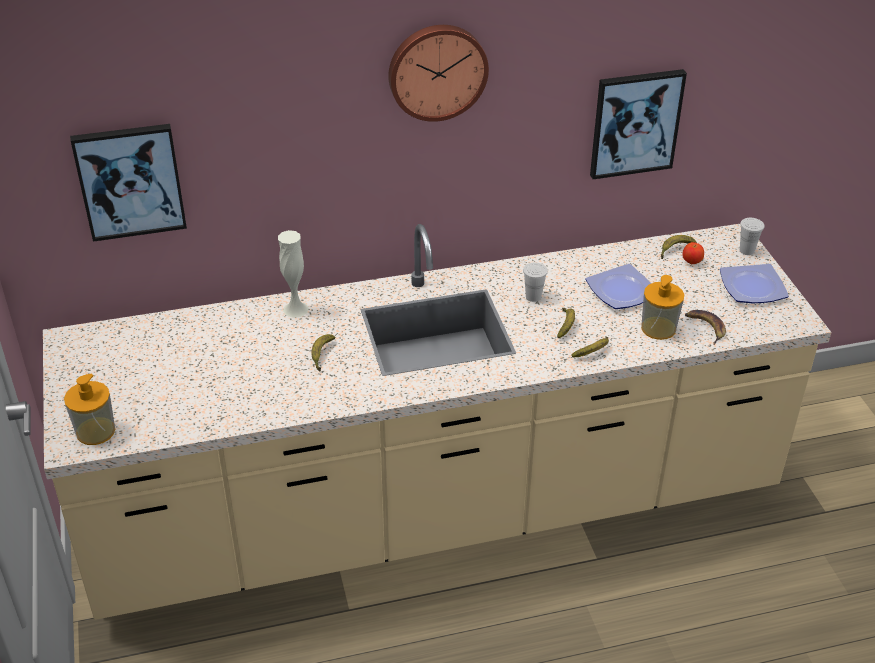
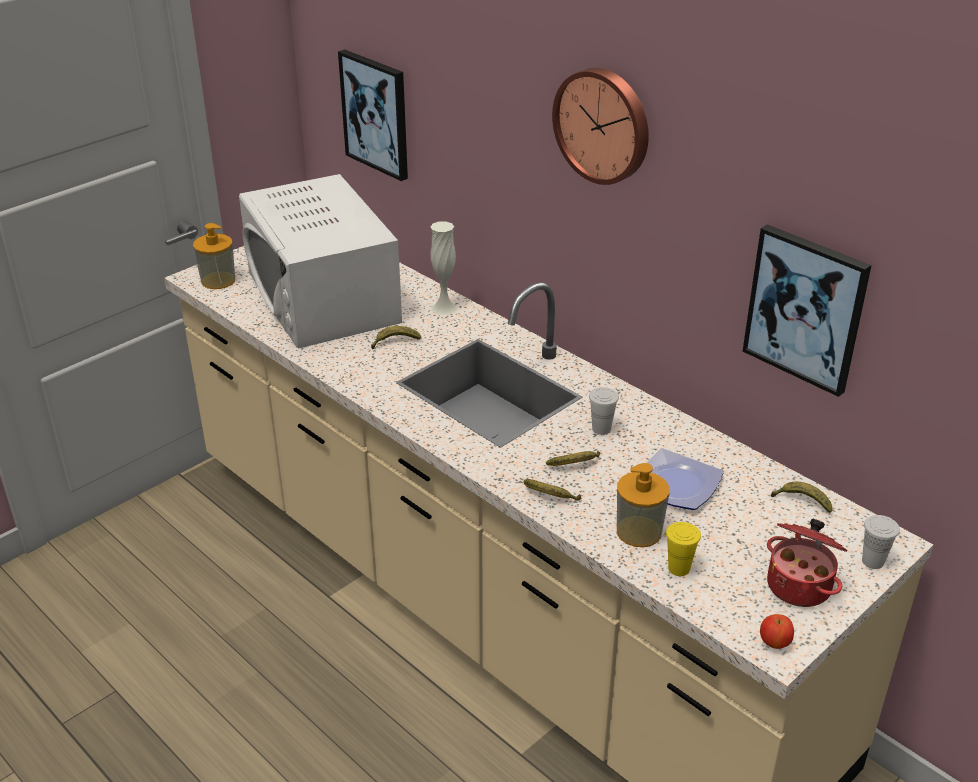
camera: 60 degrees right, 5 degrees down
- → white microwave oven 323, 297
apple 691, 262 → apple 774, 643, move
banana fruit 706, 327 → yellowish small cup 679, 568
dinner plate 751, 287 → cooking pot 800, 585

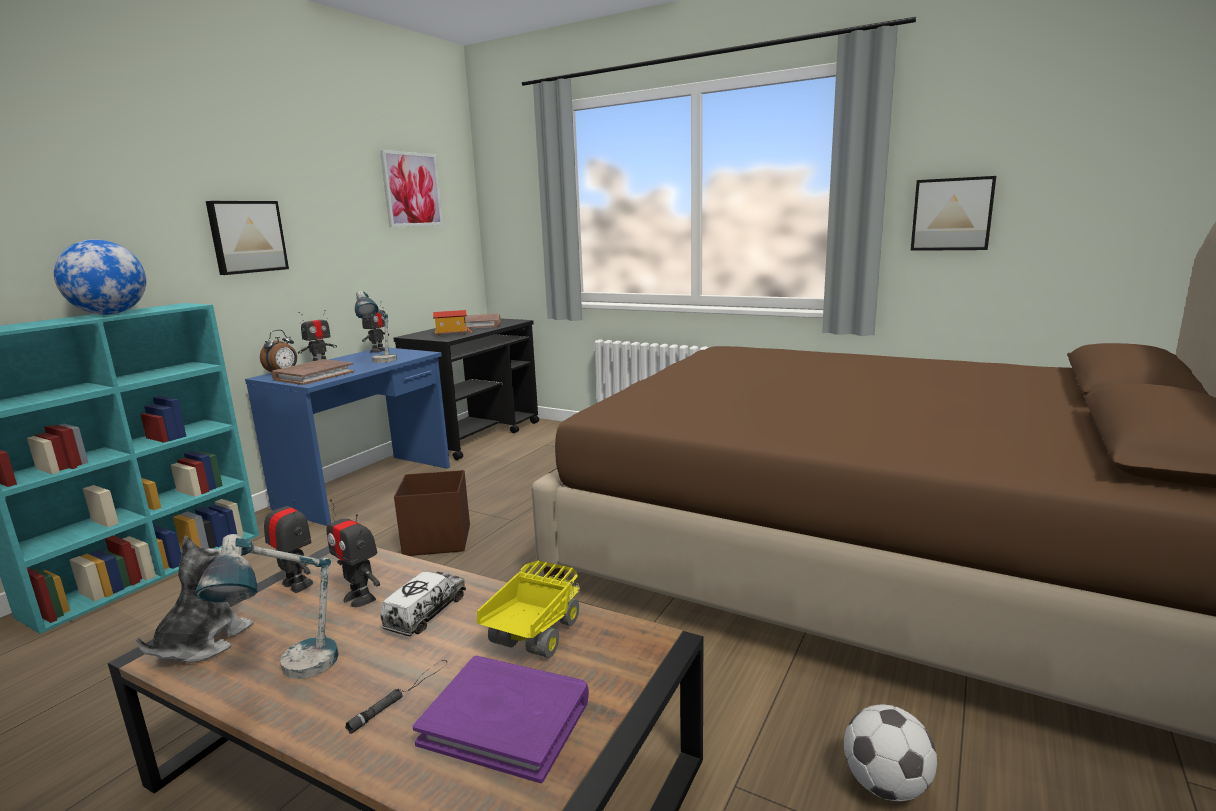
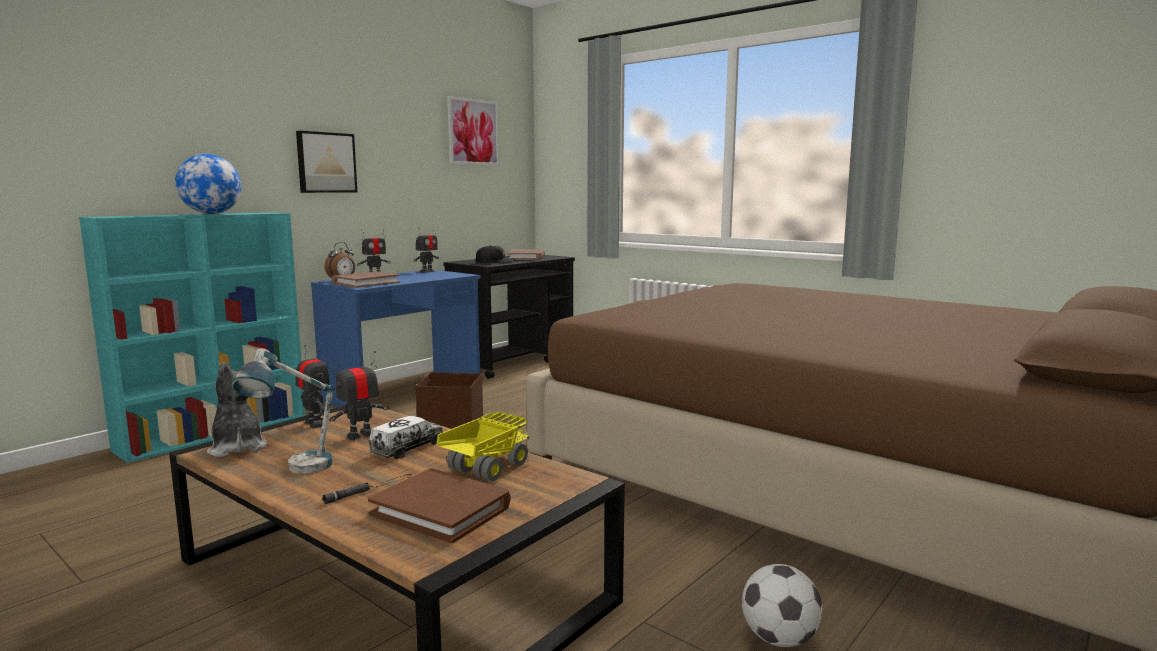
camera: 10 degrees right, 5 degrees down
table lamp 380, 362 → -
wall art 952, 214 → -
model house 452, 334 → blackish peaked cap 495, 262
purple-coloured book 506, 720 → brown book 441, 510
soft toy 203, 642 → soft toy 237, 448, 60 degrees counterclockwise
robot figure 360, 598 → robot figure 360, 435, 90 degrees clockwise

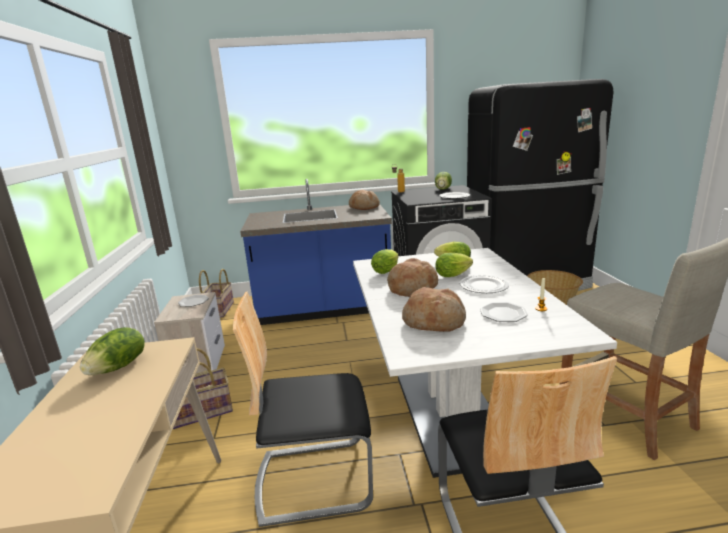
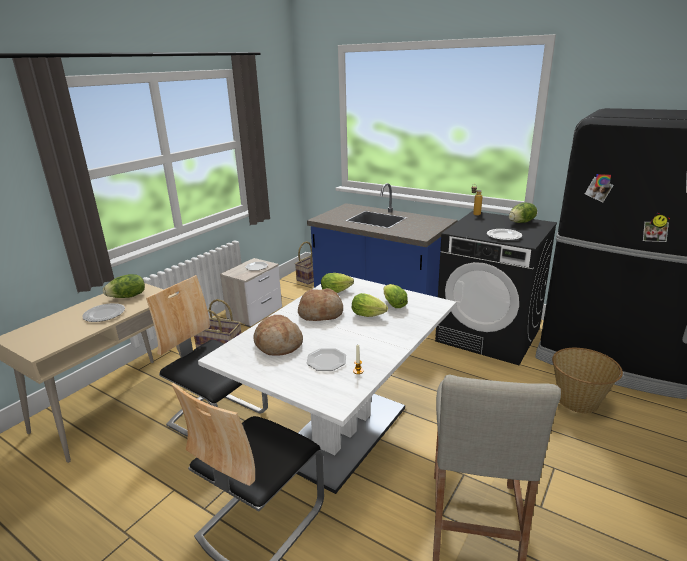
camera: 40 degrees right, 5 degrees up
bread 364, 207 → -
dinner plate 484, 286 → dinner plate 105, 314, move

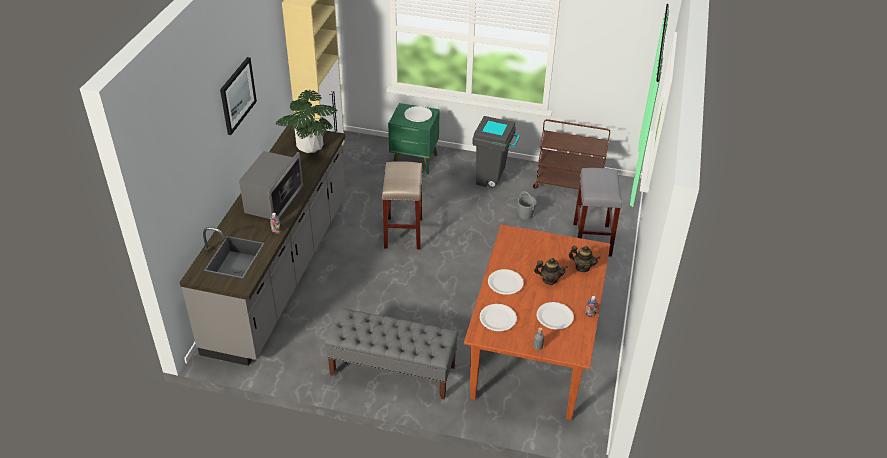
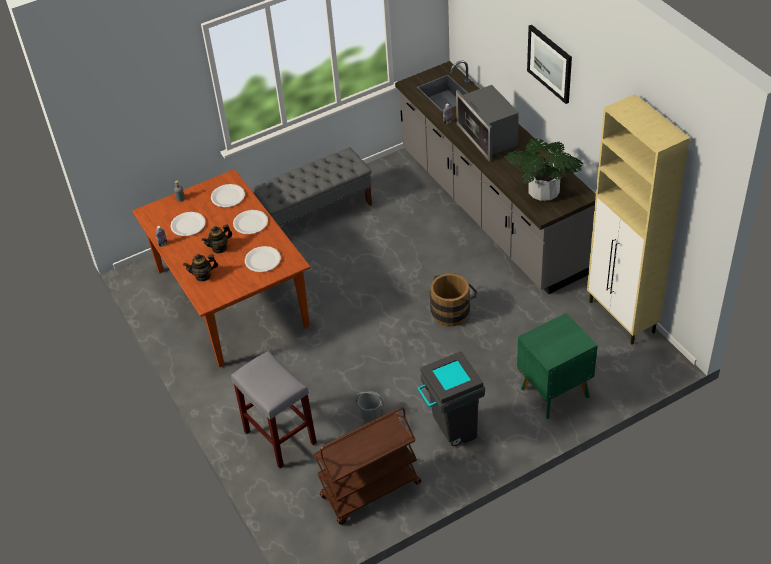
camera: 140 degrees right, 5 degrees up
white dinner plate 418, 115 → white dinner plate 262, 260, move
sand-coloured stool 403, 232 → brown pail 453, 311

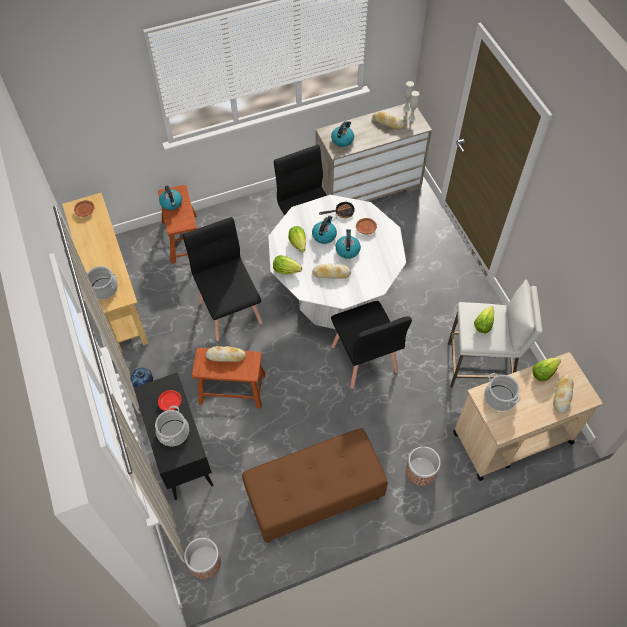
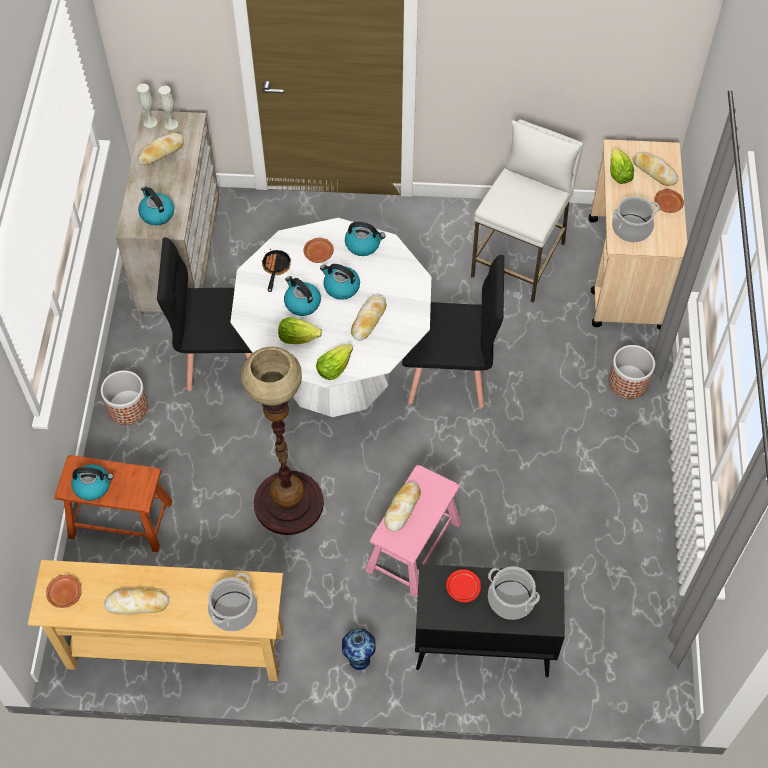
camera: 65 degrees left, 0 degrees up
brown long seat 314, 497 → -
lettuce 483, 324 → -
- → bread 137, 604
- → tea kettle 363, 244
- → brown dinner plate 668, 205
flower pot 204, 562 → flower pot 128, 408, move
blackish plain chair 230, 311 → standard lamp 288, 503
brown stool 232, 388 → pinkish stool 413, 546

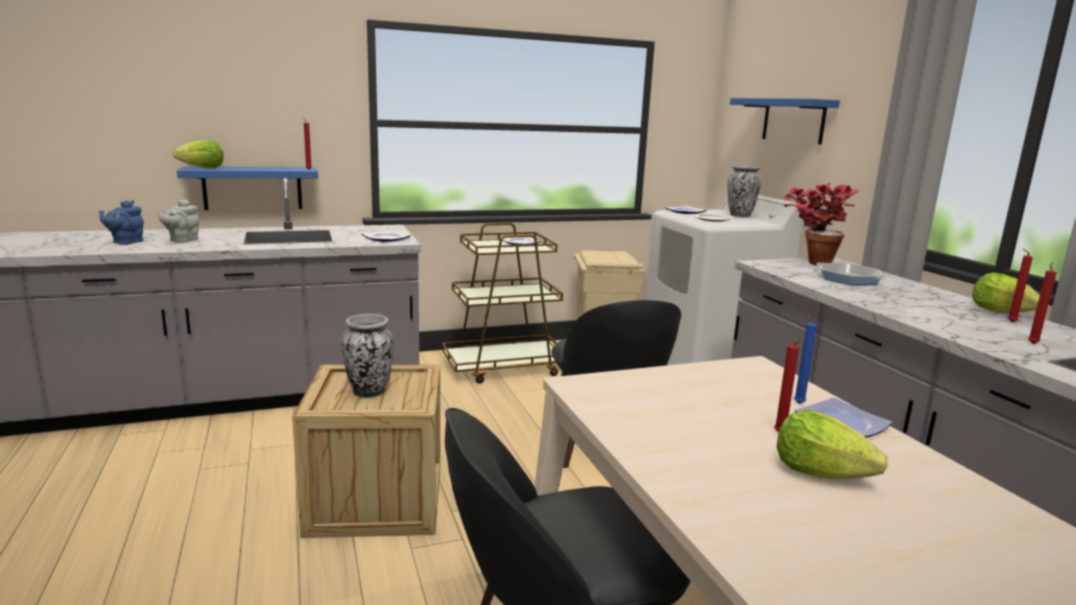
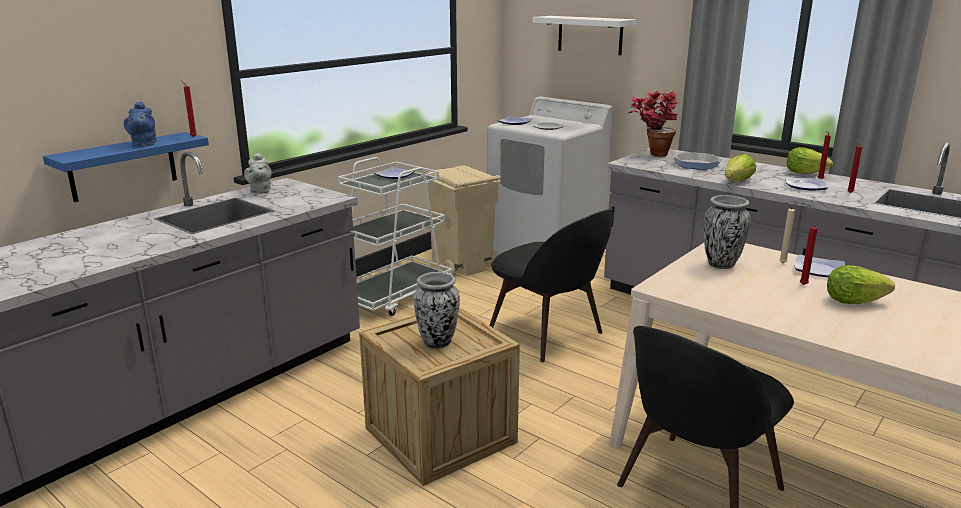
camera: 30 degrees left, 5 degrees up
bluish tea pot 126, 242 → bluish tea pot 144, 144, move
greyish tea pot 182, 240 → greyish tea pot 260, 191, move
lettuce 203, 168 → lettuce 737, 181, move
dinner plate 385, 239 → dinner plate 804, 186, move
flower vase 740, 215 → flower vase 721, 264, move
brown wheeled cart 504, 367 → white wheeled cart 395, 295
bluish shelf 793, 120 → white shelf 590, 35
bluish wax candle 798, 403 → sand-coloured wax candle 781, 263

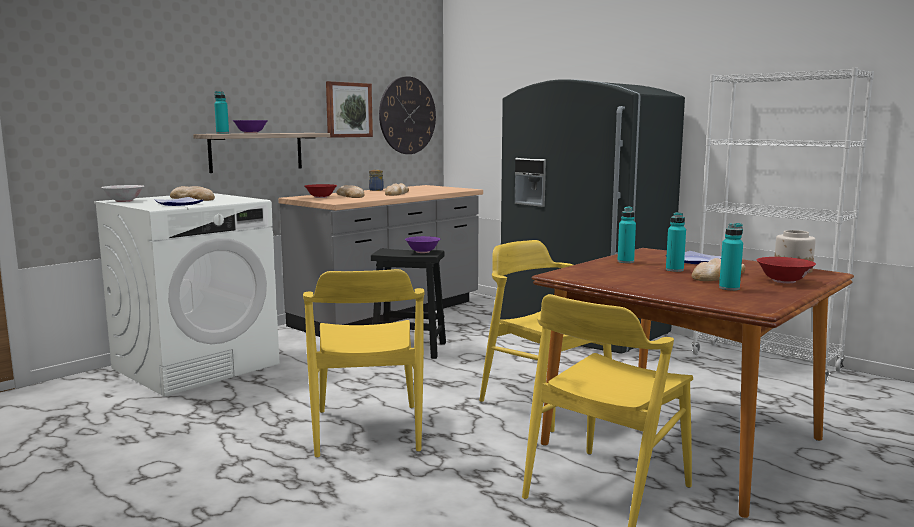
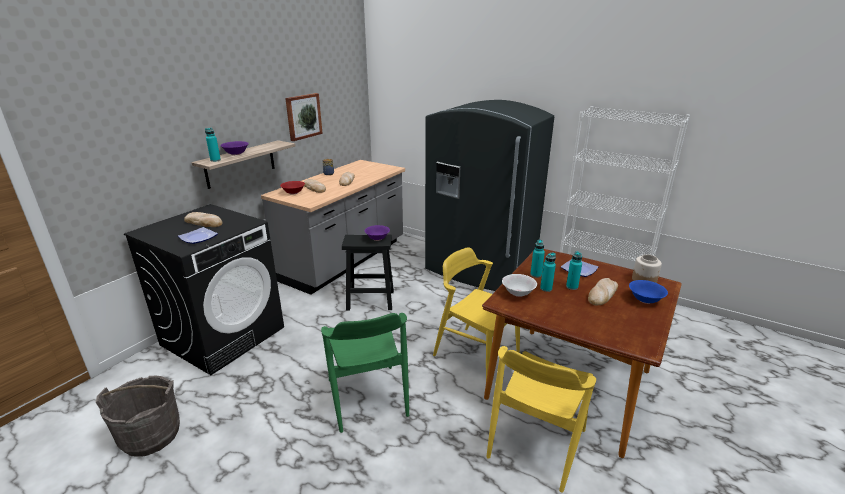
camera: 10 degrees left, 15 degrees up
hanging clock 407, 115 → -
- → greyish pail 151, 435
white serving bowl 124, 201 → white serving bowl 518, 293, move
turquoise-coloured beverage bottle 729, 288 → turquoise-coloured beverage bottle 546, 288, move
white washing machine 197, 366 → blackish washing machine 224, 335
yellowish plain chair 367, 430 → green-coloured plain chair 367, 397
red serving bowl 783, 281 → bluish serving bowl 645, 299

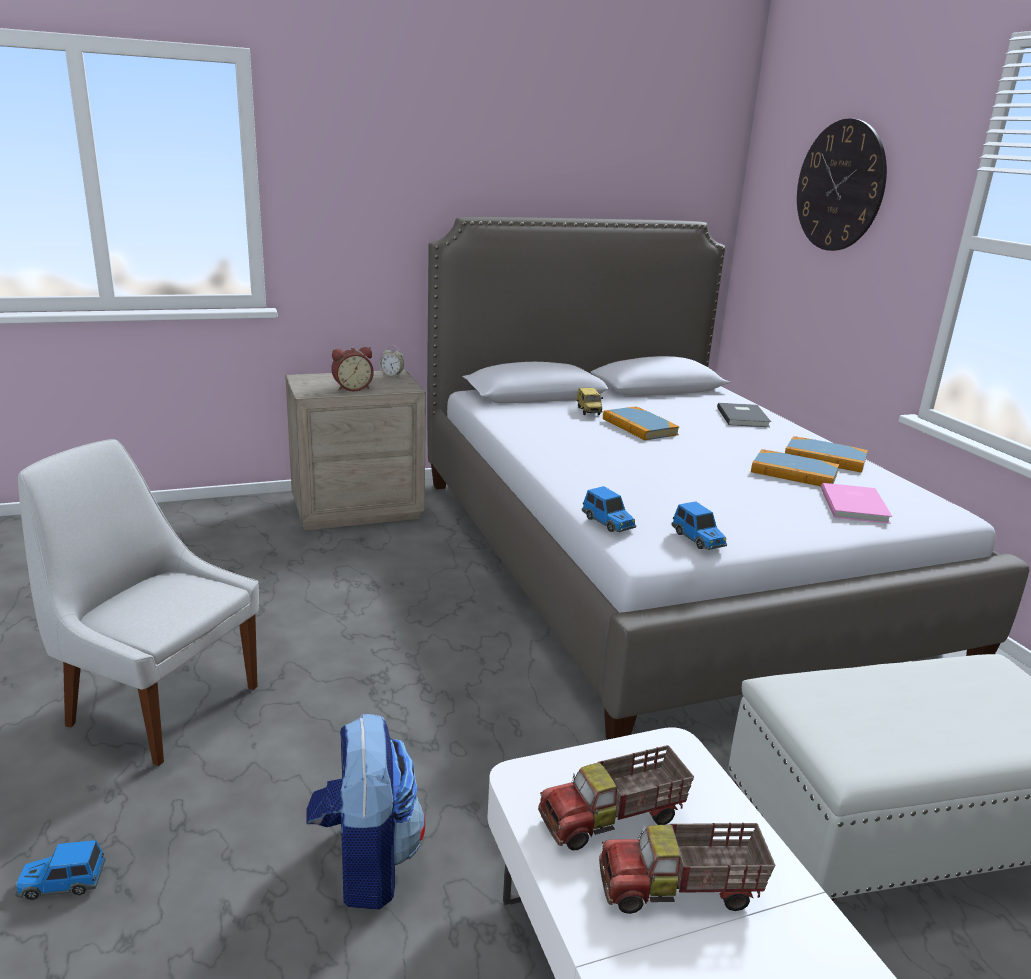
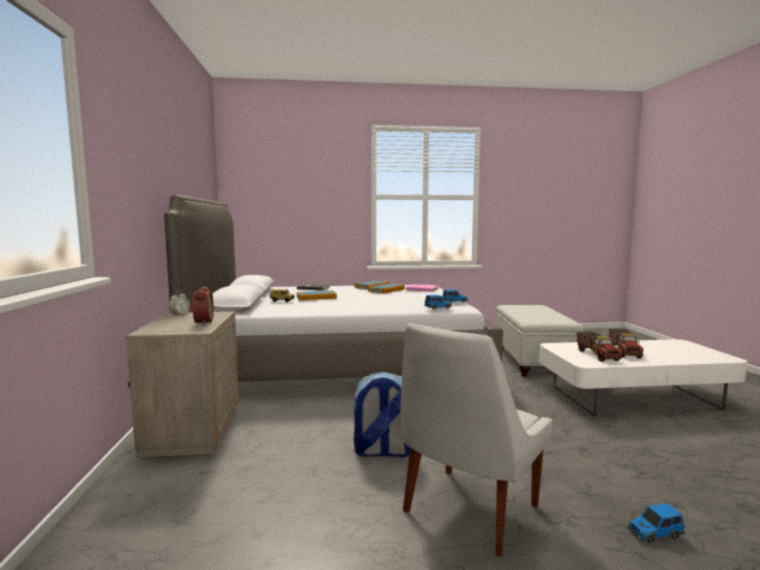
camera: 75 degrees left, 15 degrees down
hanging clock 840, 186 → -
knapsack 366, 862 → knapsack 382, 451, move
toy car 62, 883 → toy car 654, 533, 75 degrees clockwise

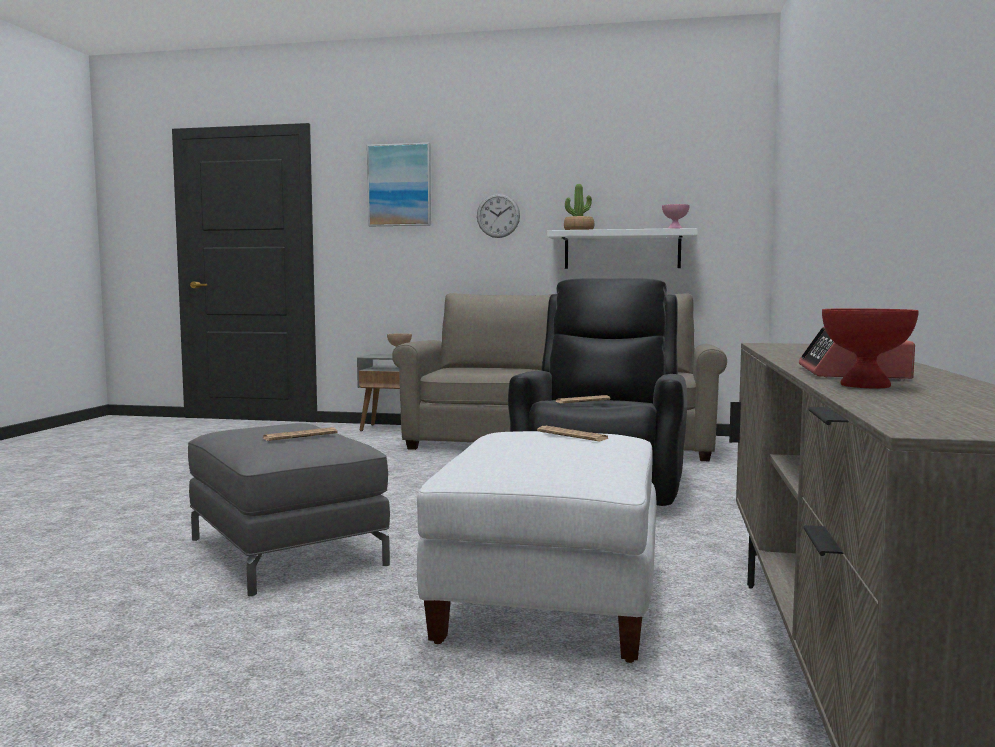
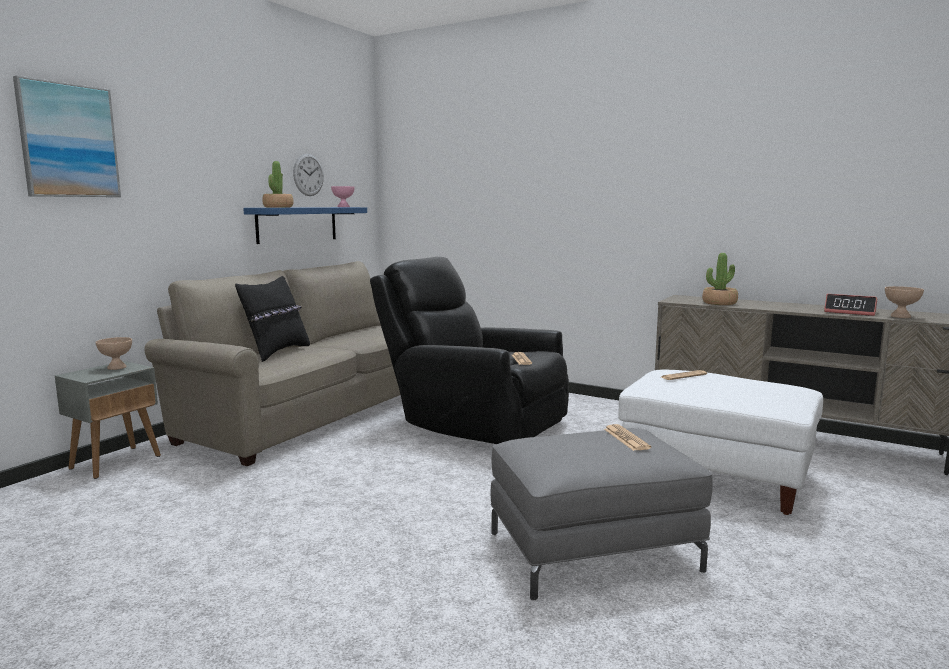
camera: 70 degrees left, 5 degrees up
- → blackish throw pillow 277, 352
- → houseplant 719, 303
hanging clock 498, 215 → hanging clock 308, 175, move
white shelf 622, 250 → bluish shelf 297, 224
red serving bowl 866, 385 → sand-coloured serving bowl 901, 316

